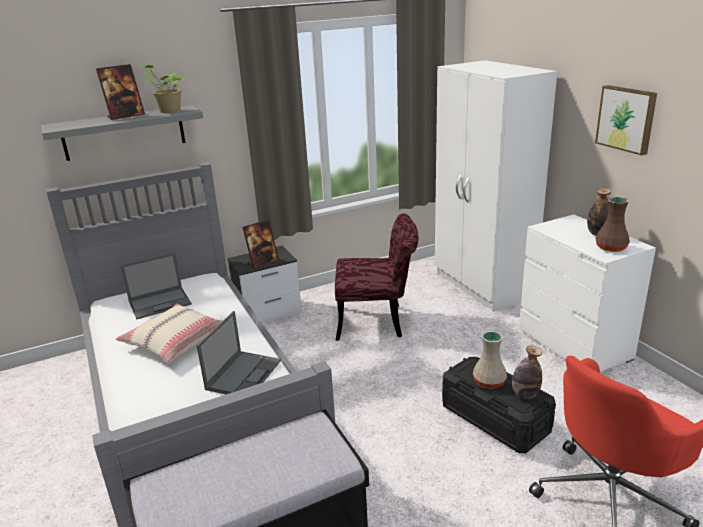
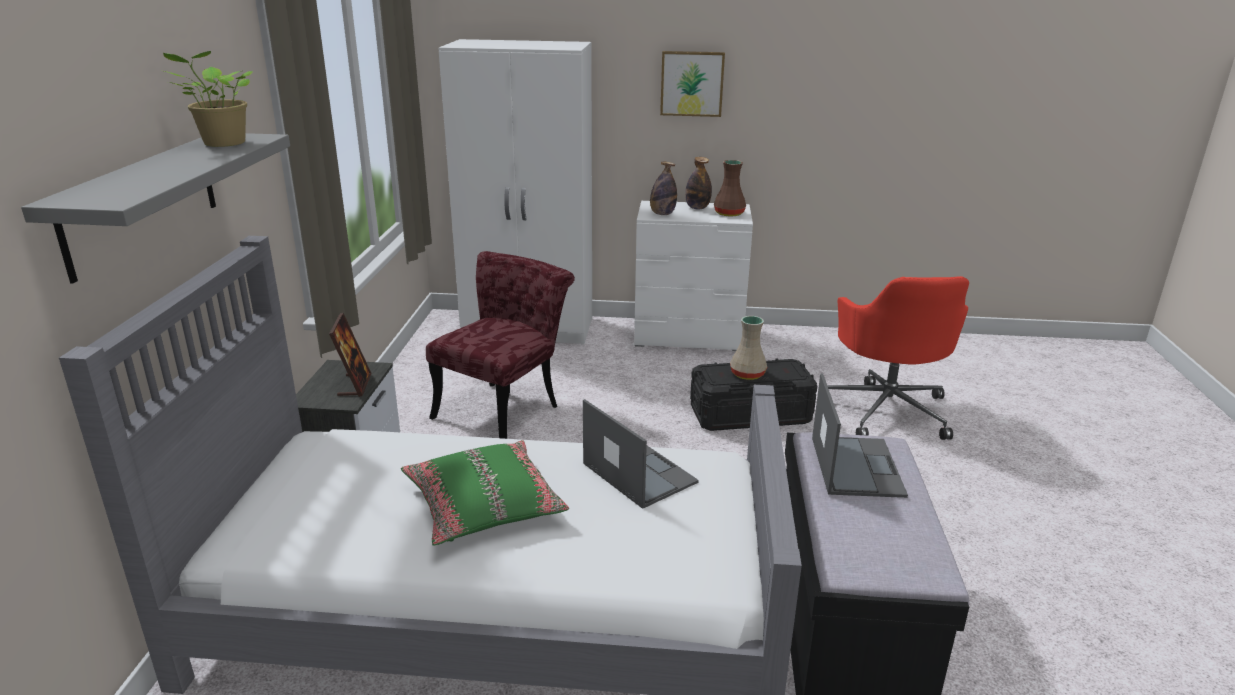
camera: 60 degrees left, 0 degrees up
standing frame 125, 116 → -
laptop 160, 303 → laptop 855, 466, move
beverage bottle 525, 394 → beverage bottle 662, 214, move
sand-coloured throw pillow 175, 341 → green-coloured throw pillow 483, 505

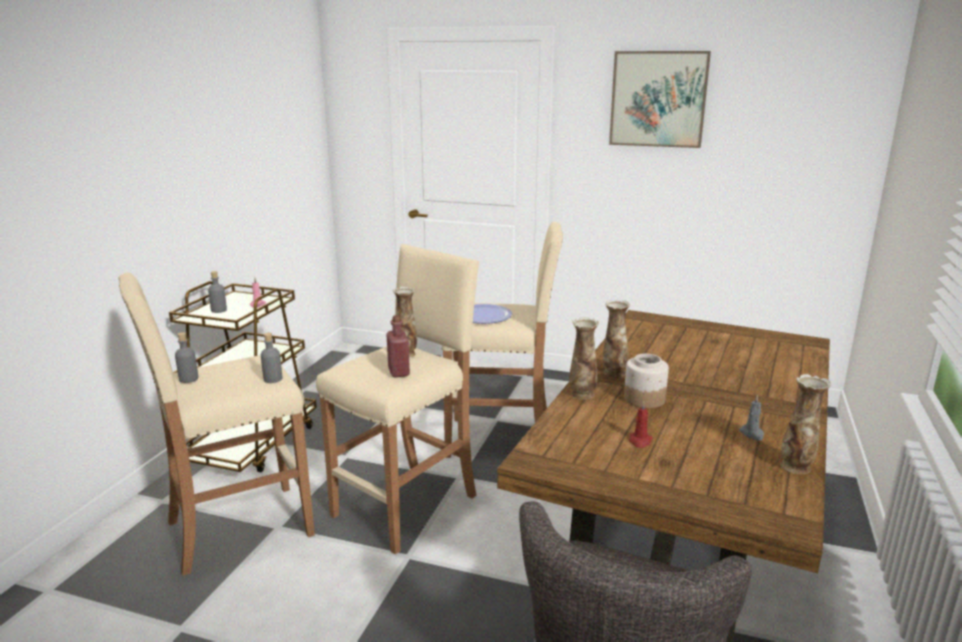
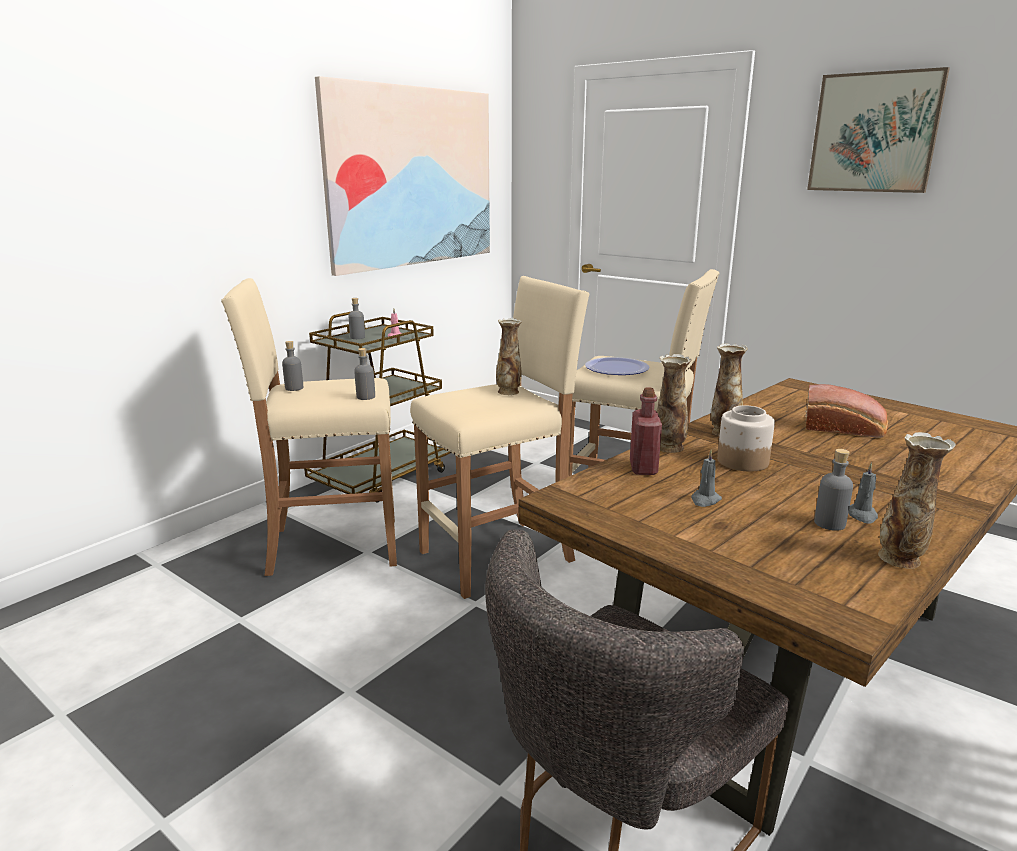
camera: 20 degrees right, 0 degrees up
- → wall art 412, 178
- → bread 844, 429
- → greyish beverage bottle 829, 523
red beverage bottle 398, 372 → red beverage bottle 643, 468, move
red wax candle 640, 441 → greyish wax candle 705, 500

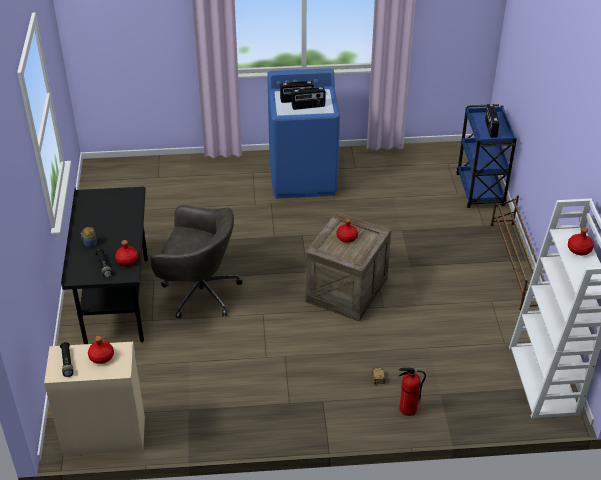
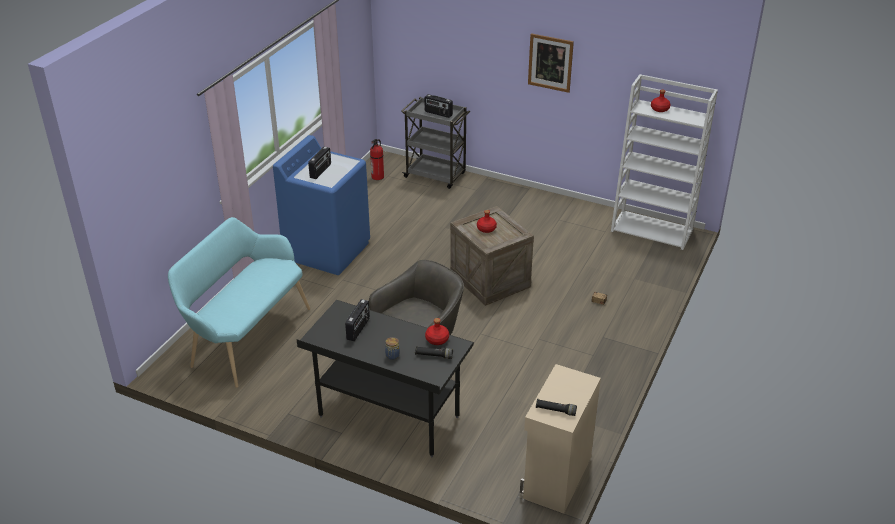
camera: 60 degrees left, 5 degrees down
red beverage bottle 101, 356 → -
brown shoe rack 516, 265 → -
- → turquoise-coloured long seat 246, 337
- → wall art 550, 62
radio receiver 308, 106 → radio receiver 358, 329, move
fire extinguisher 407, 409 → fire extinguisher 377, 177, move
bluish wheeled cart 480, 191 → greyish wheeled cart 436, 175

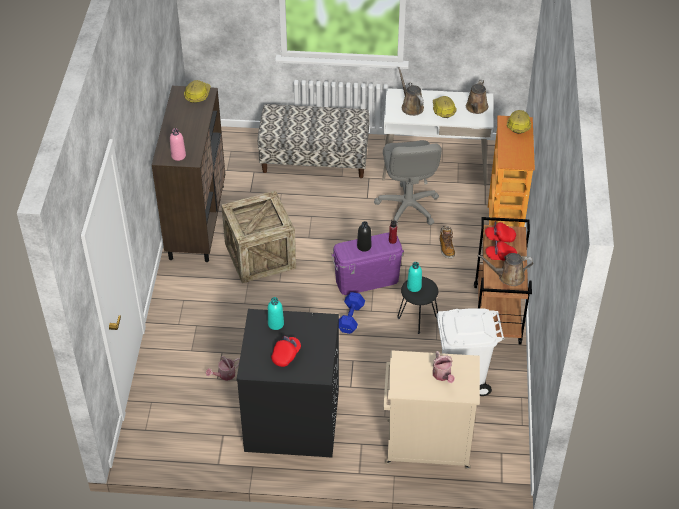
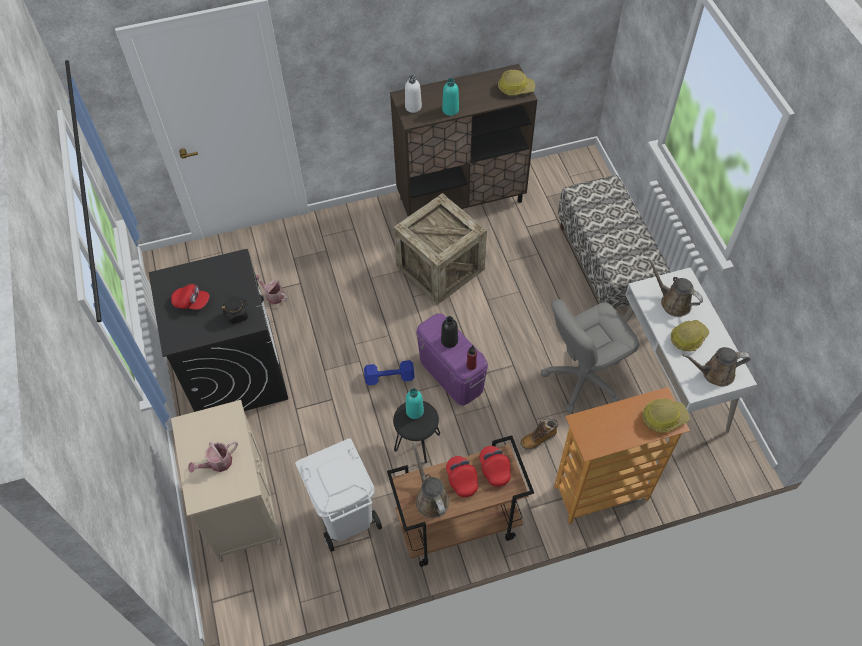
camera: 70 degrees right, 10 degrees up
- → blackish preserve jar 237, 315
turquoise-coloured beverage bottle 276, 324 → turquoise-coloured beverage bottle 450, 110, move
pinkish beverage bottle 178, 156 → white beverage bottle 413, 107
brown watering pot 411, 106 → brown watering pot 673, 302, 90 degrees counterclockwise

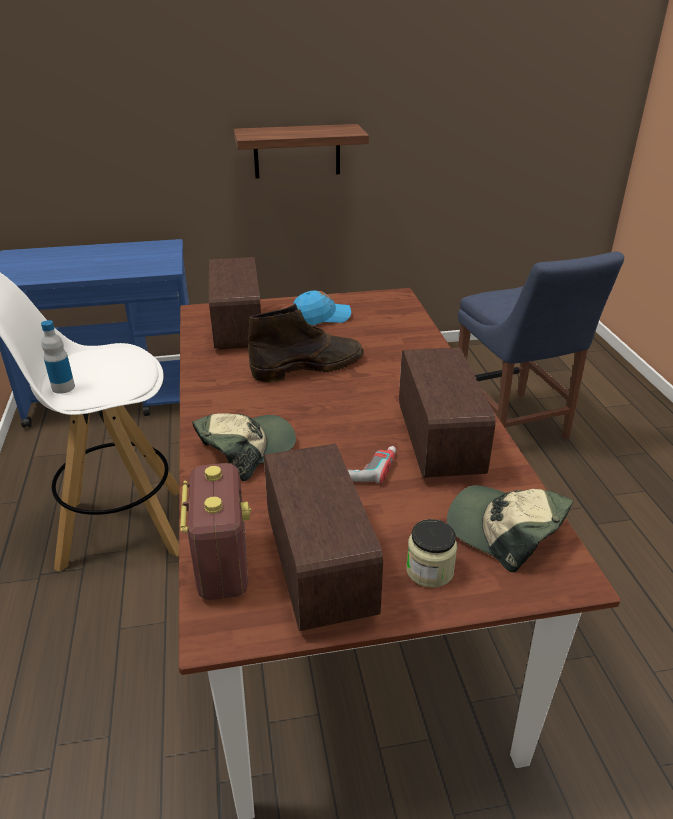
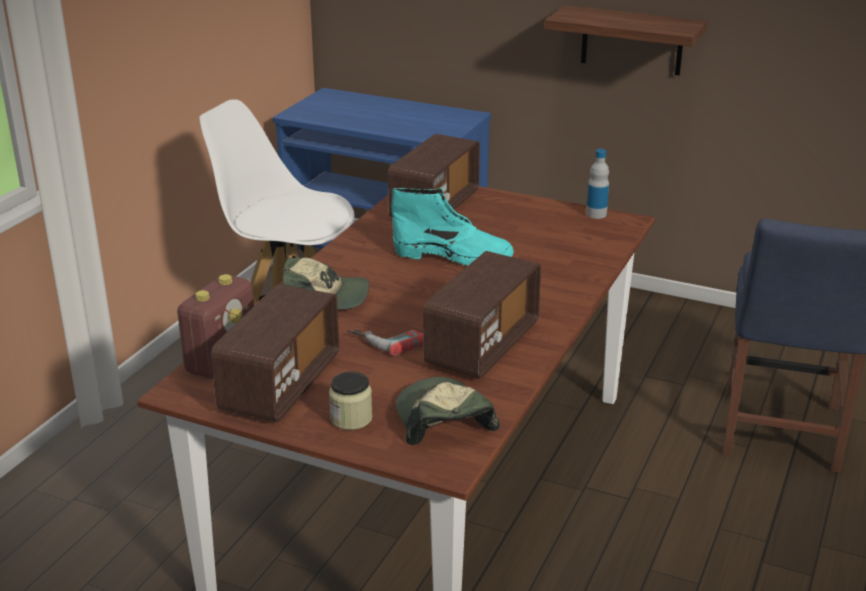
camera: 35 degrees right, 5 degrees down
bluish peaked cap 321, 318 → -
beverage bottle 63, 387 → beverage bottle 596, 214, move
brown tall boot 309, 367 → turquoise-coloured tall boot 454, 256

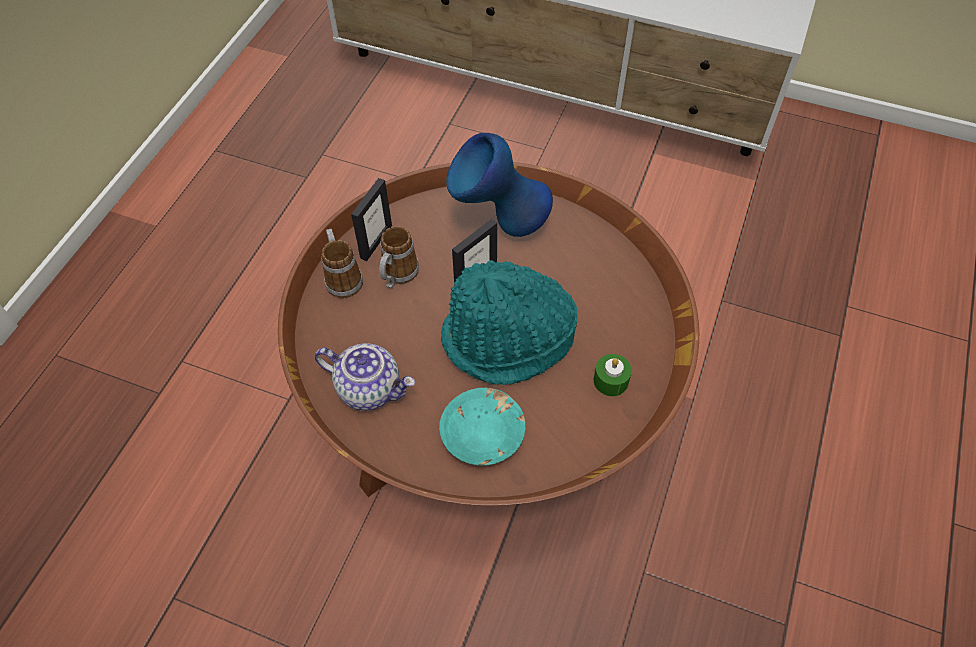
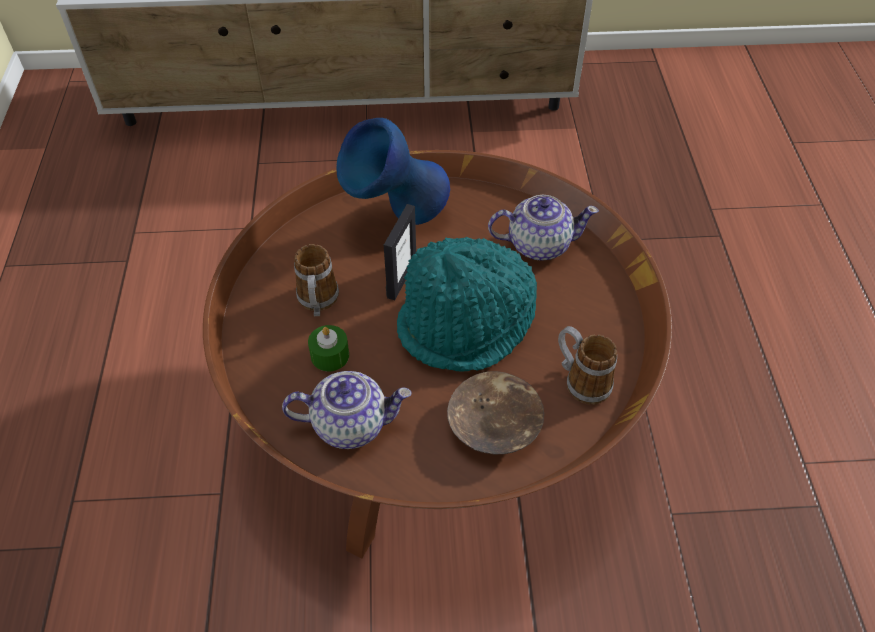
camera: 25 degrees left, 5 degrees down
standing frame 376, 241 → -
- → tea pot 538, 244
mug 342, 277 → mug 580, 380, move
green-coloured wax candle 611, 380 → green-coloured wax candle 330, 355, move
turquoise-coloured serving bowl 483, 435 → brown serving bowl 495, 423

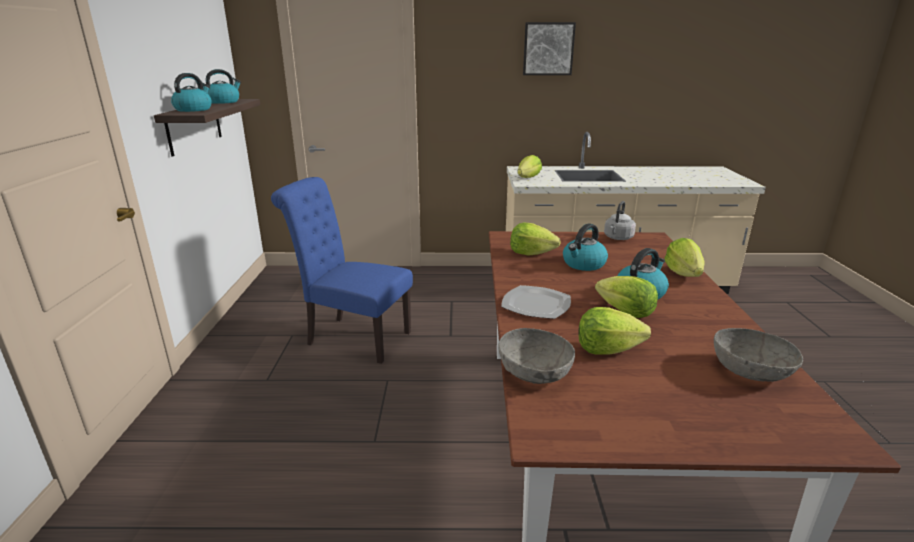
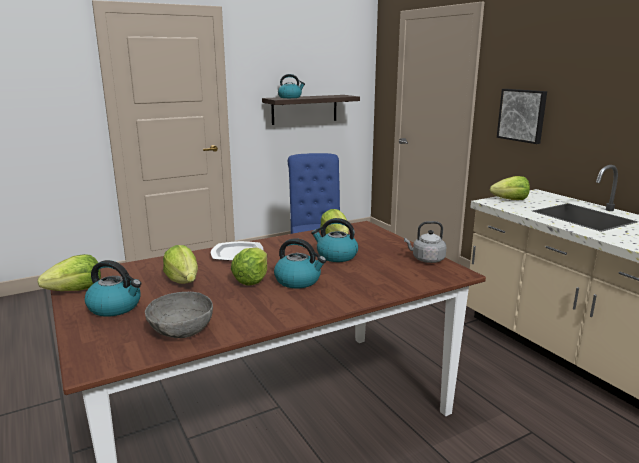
camera: 60 degrees right, 5 degrees down
greyish serving bowl 534, 372 → -
tea kettle 224, 102 → tea kettle 116, 307, move
wall art 548, 49 → wall art 522, 115, move
lettuce 683, 274 → lettuce 76, 290, move

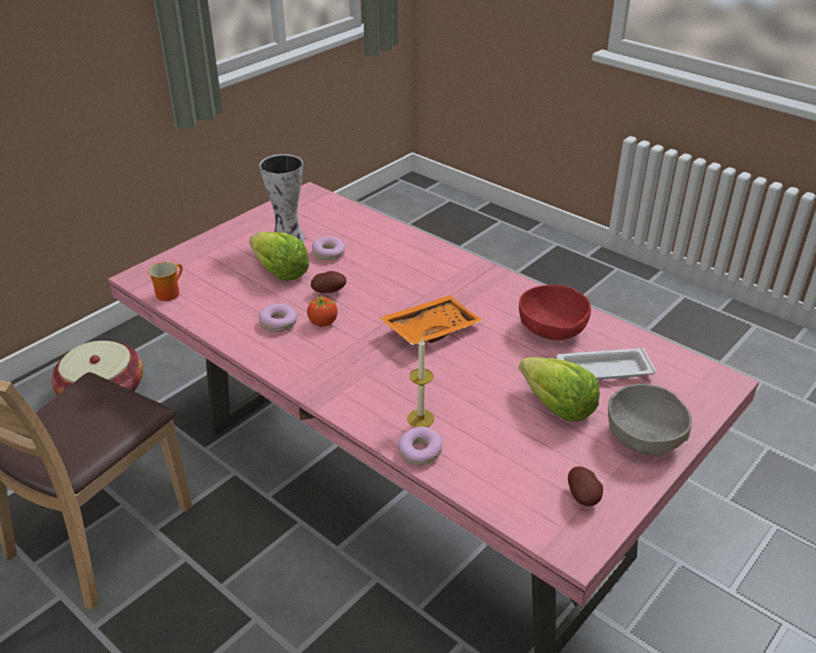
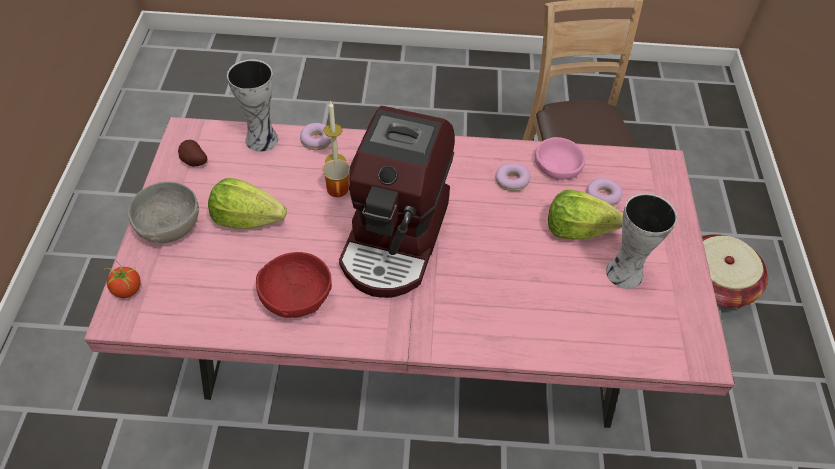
camera: 140 degrees right, 15 degrees up
whole potato 329, 291 → -
white tray 602, 370 → -
- → flower vase 263, 138
- → pinkish serving bowl 558, 164
mug 168, 292 → mug 339, 191, move
tomato 323, 322 → tomato 127, 290, move
donut 328, 253 → donut 603, 196, move
orangey tray 430, 329 → coffee maker 396, 239

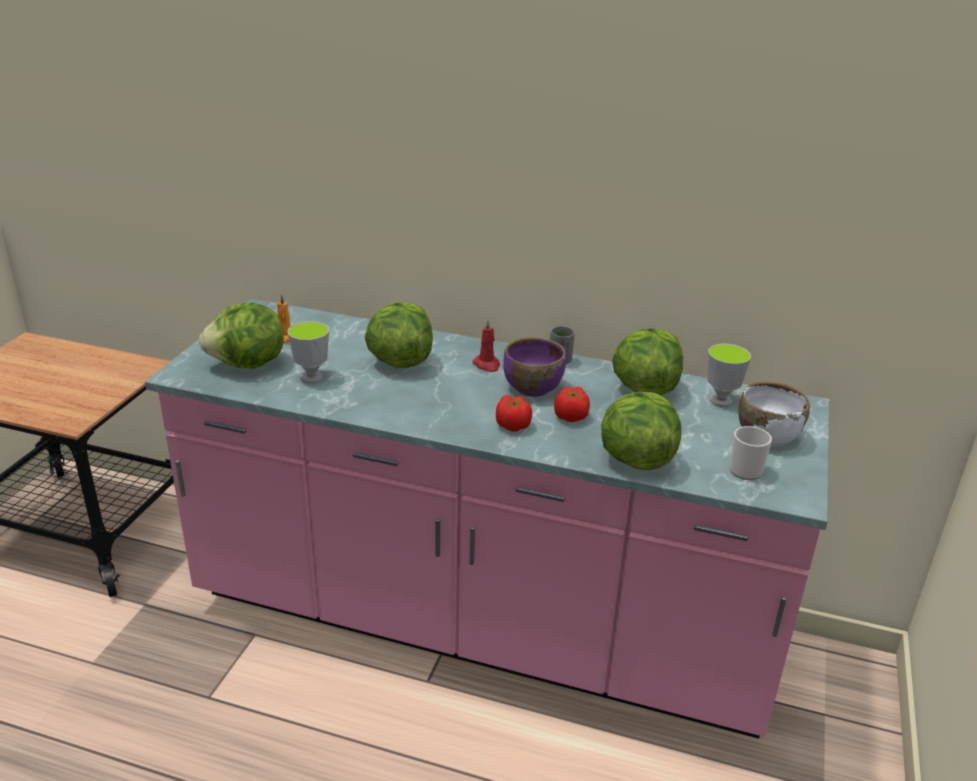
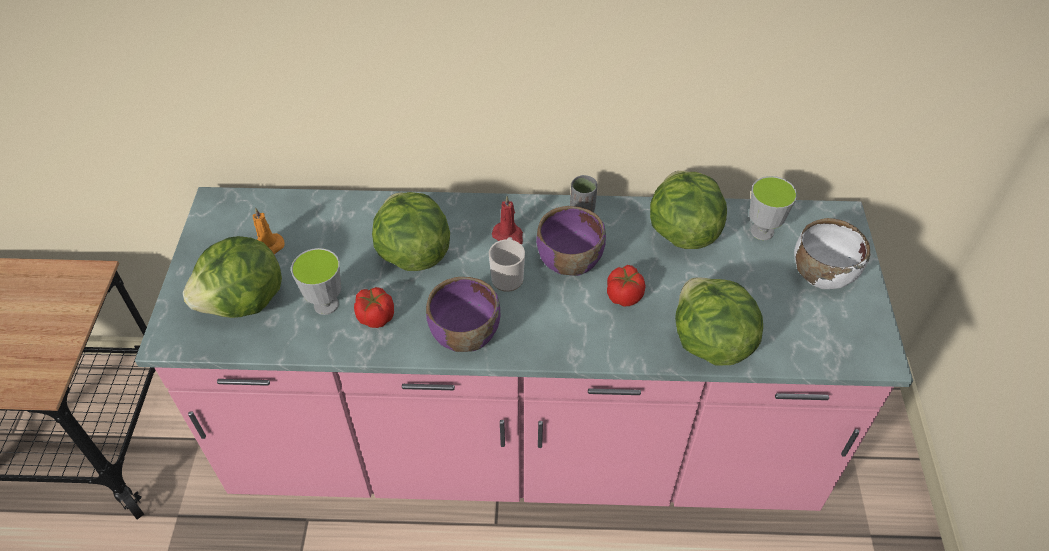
camera: 15 degrees left, 20 degrees up
- → purple-coloured serving bowl 464, 334
tomato 513, 425 → tomato 375, 316, move
mug 746, 468 → mug 508, 276, move

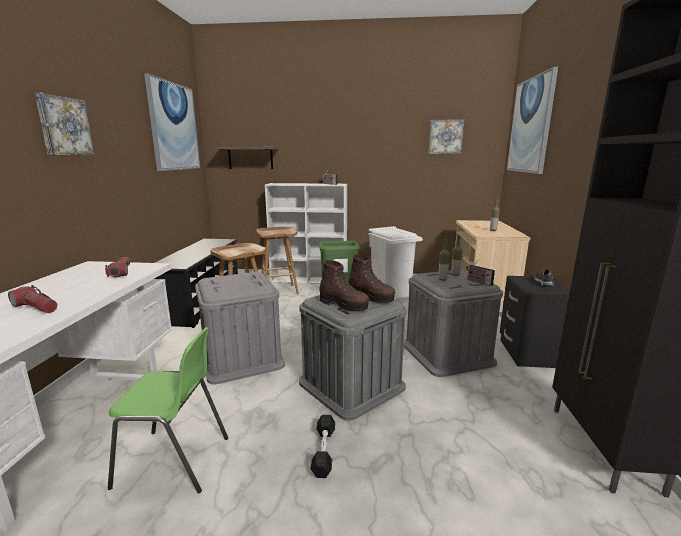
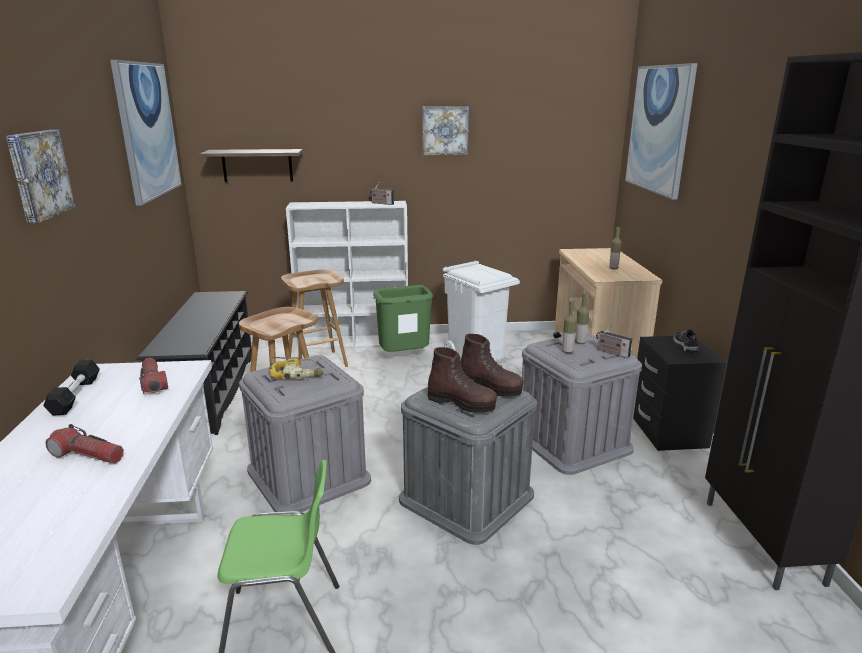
camera: 10 degrees left, 5 degrees up
- → power drill 296, 373
blackish dumbbell 324, 451 → blackish dumbbell 75, 396, move
wall art 445, 137 → wall art 445, 130, move

